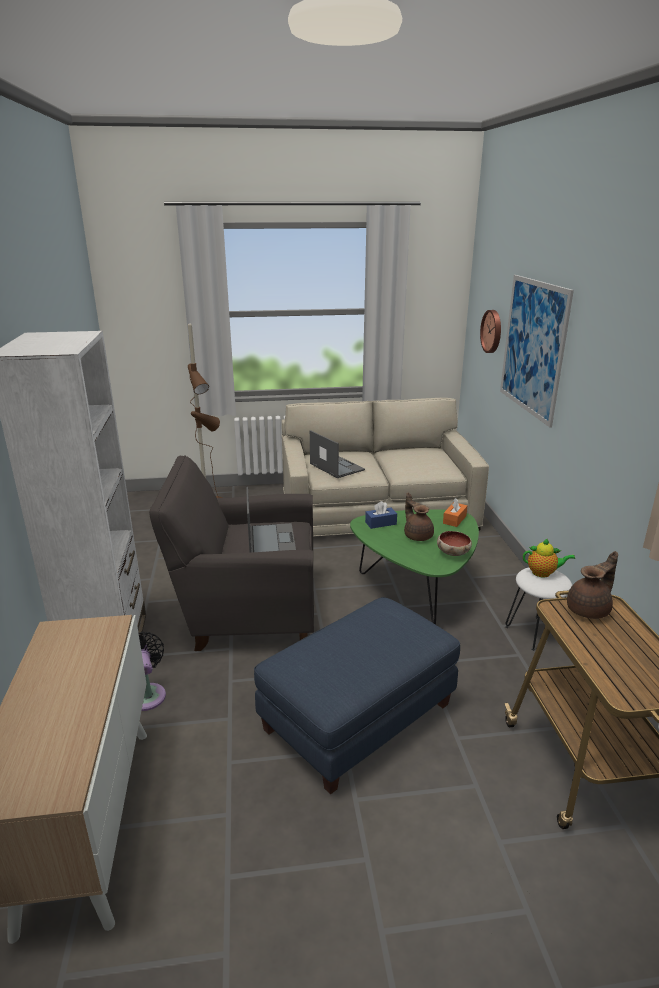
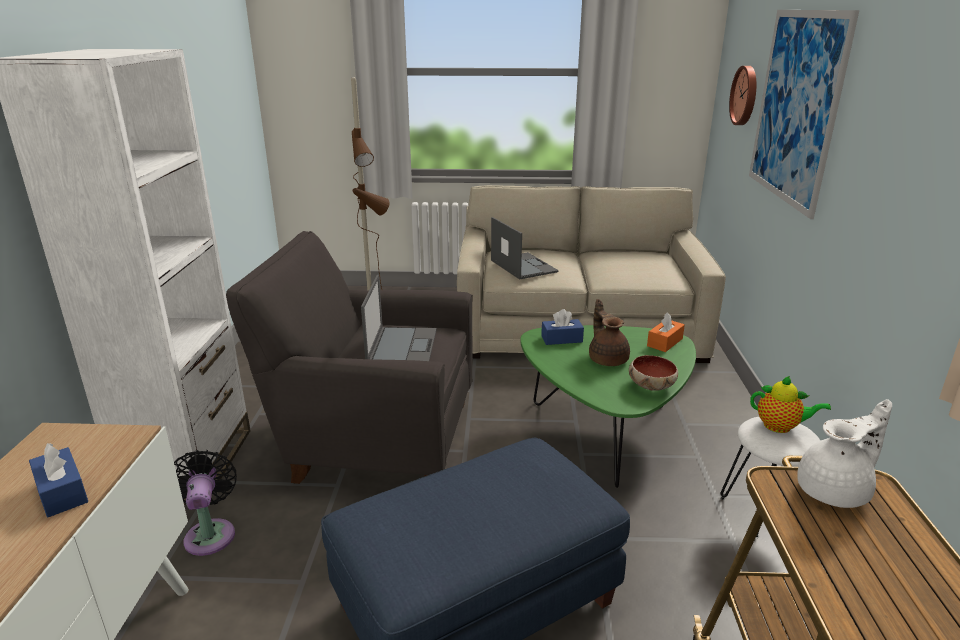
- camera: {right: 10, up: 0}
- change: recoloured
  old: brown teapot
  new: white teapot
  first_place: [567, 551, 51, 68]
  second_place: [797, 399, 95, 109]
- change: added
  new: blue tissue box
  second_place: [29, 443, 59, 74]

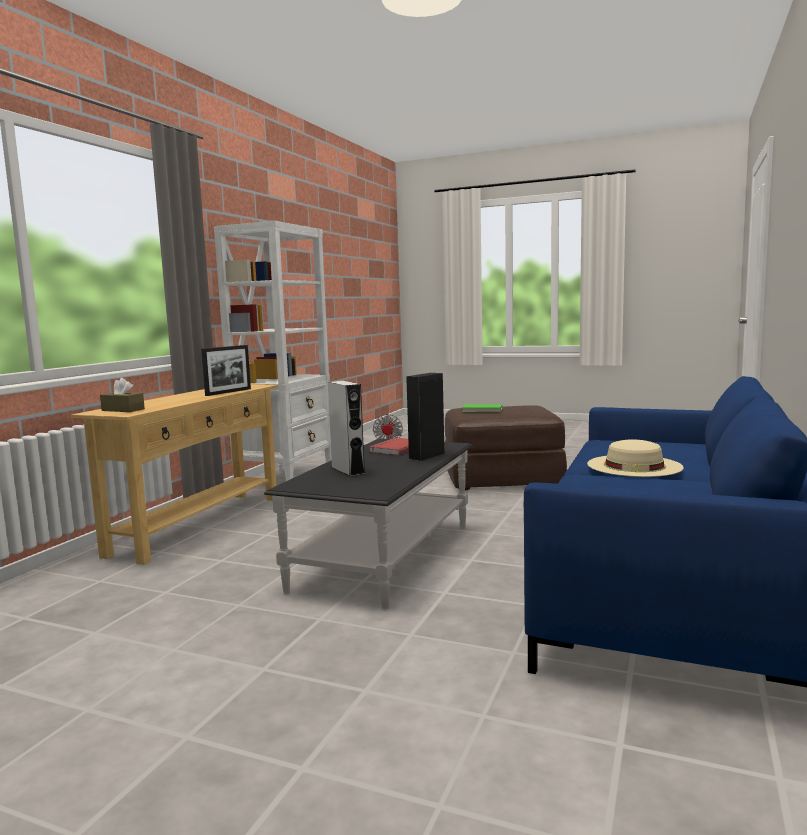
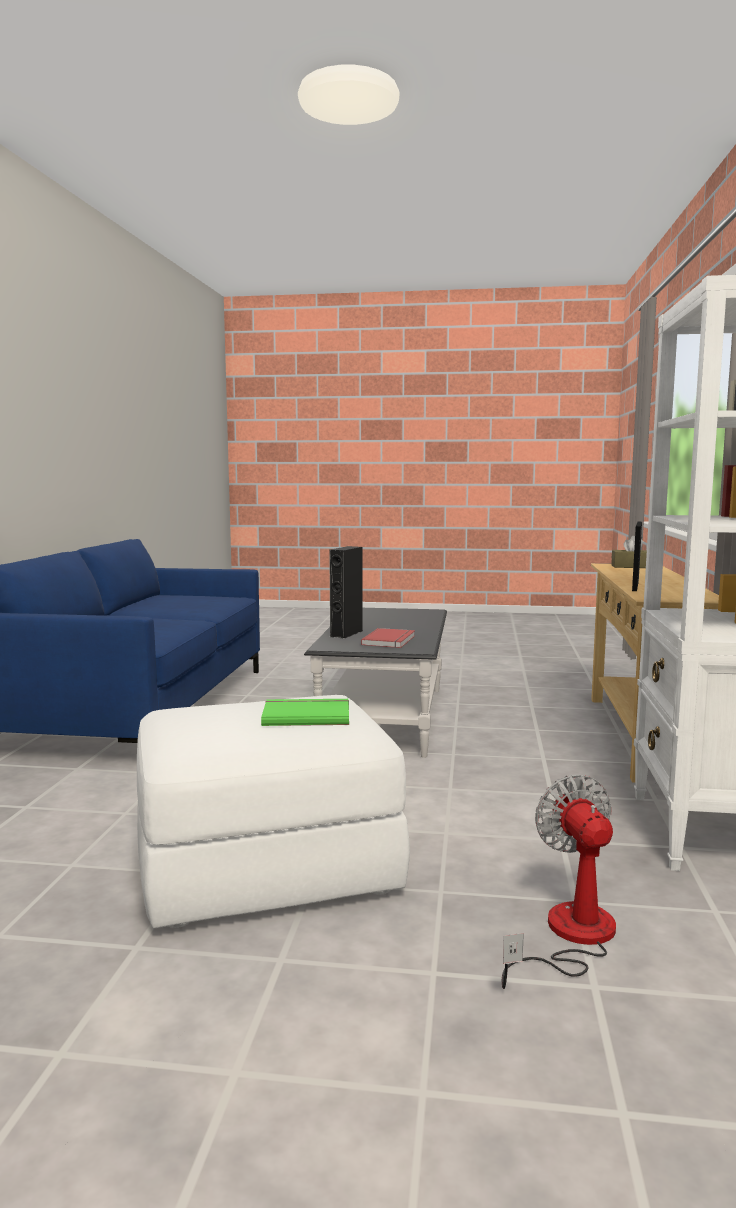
- camera: {right: 165, up: 0}
- change: removed
  old: grey speaker
  first_place: [328, 381, 37, 95]
- change: recoloured
  old: brown ottoman
  new: white ottoman
  first_place: [445, 405, 122, 85]
  second_place: [137, 695, 273, 233]
- change: removed
  old: beige hat
  first_place: [587, 439, 97, 38]

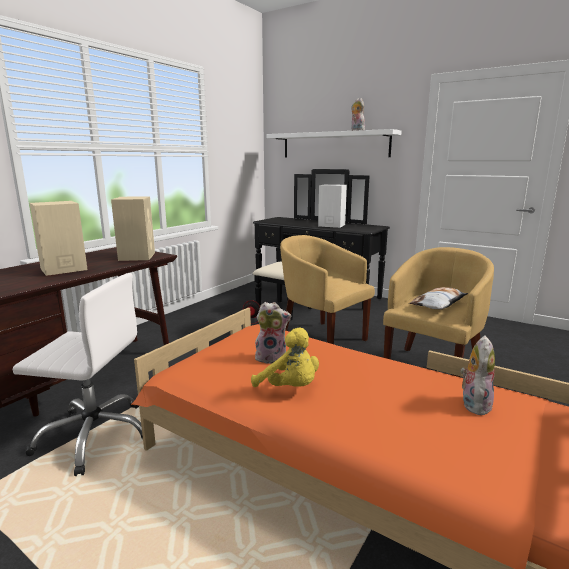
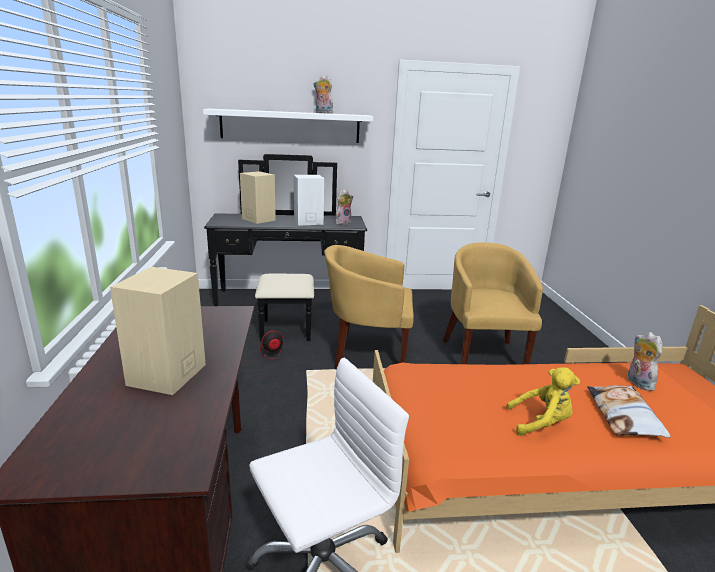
- camera: {right: -40, up: 5}
- change: moved
  old: beige speaker
  first_place: [111, 196, 44, 65]
  second_place: [240, 171, 36, 53]
- change: moved
  old: plush toy
  first_place: [254, 302, 37, 62]
  second_place: [335, 190, 18, 35]
- change: moved
  old: pillow
  first_place: [409, 287, 59, 22]
  second_place: [587, 386, 84, 52]

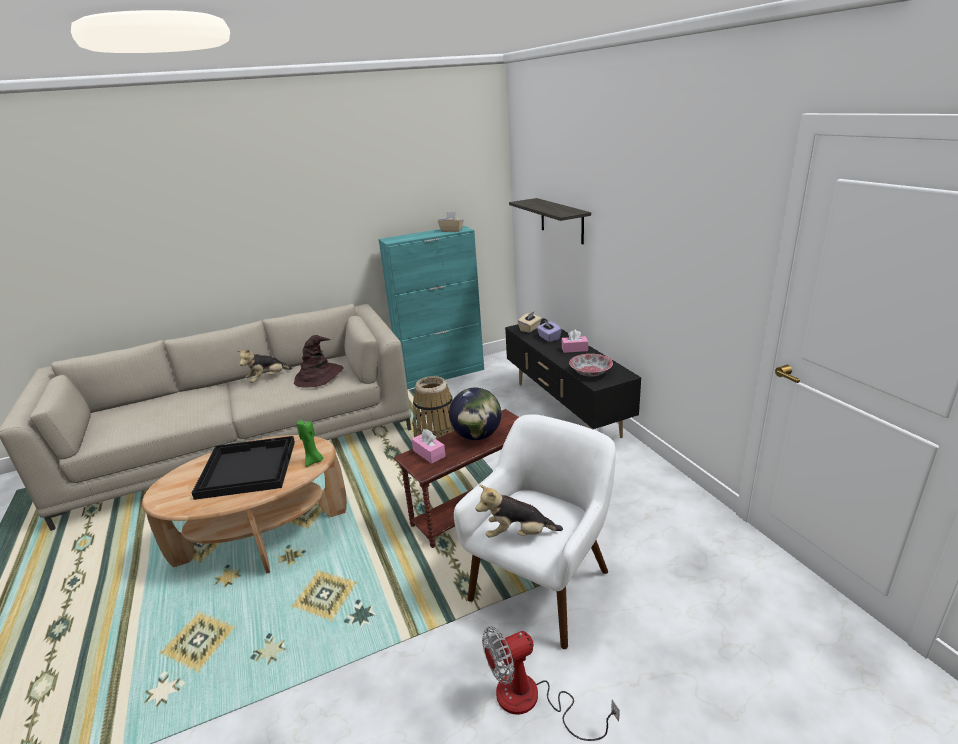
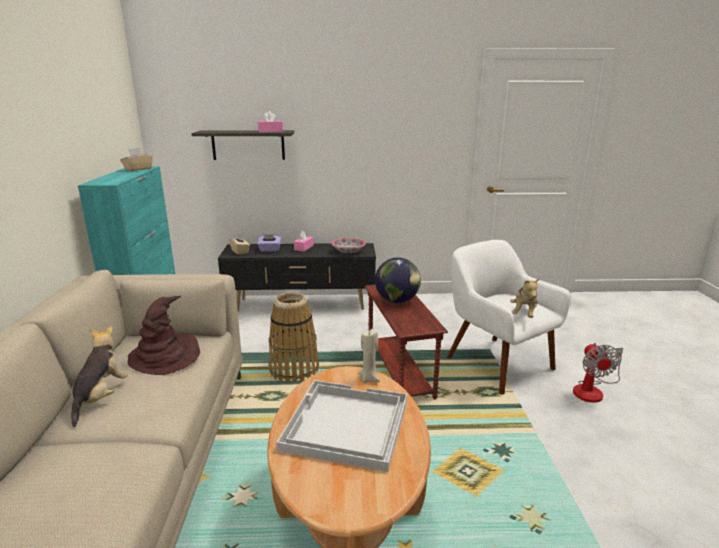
- camera: {right: -70, up: -5}
- change: recoloured
  old: black tray
  new: white tray
  first_place: [192, 436, 103, 64]
  second_place: [276, 380, 131, 92]
- change: turned
  old: plush toy
  first_place: [236, 349, 56, 34]
  second_place: [71, 326, 57, 101]
  degrees: -150
- change: recoloured
  old: green candle
  new: beige candle
  first_place: [297, 419, 26, 48]
  second_place: [358, 329, 22, 54]
- change: moved
  old: pink tissue box
  first_place: [412, 429, 34, 35]
  second_place: [258, 111, 25, 21]

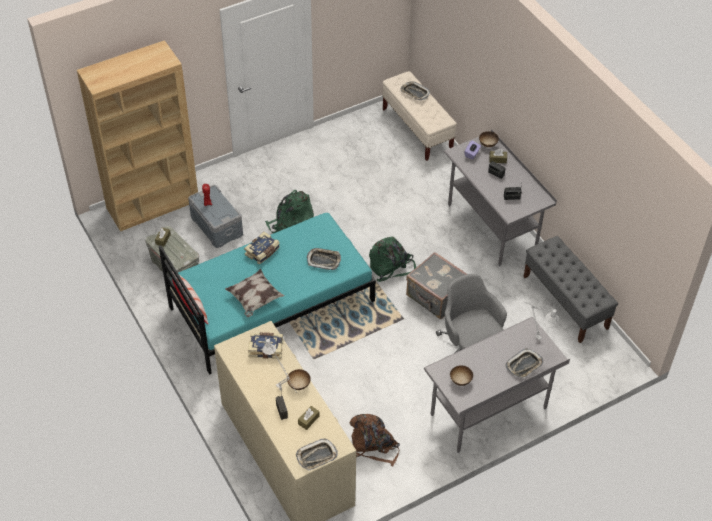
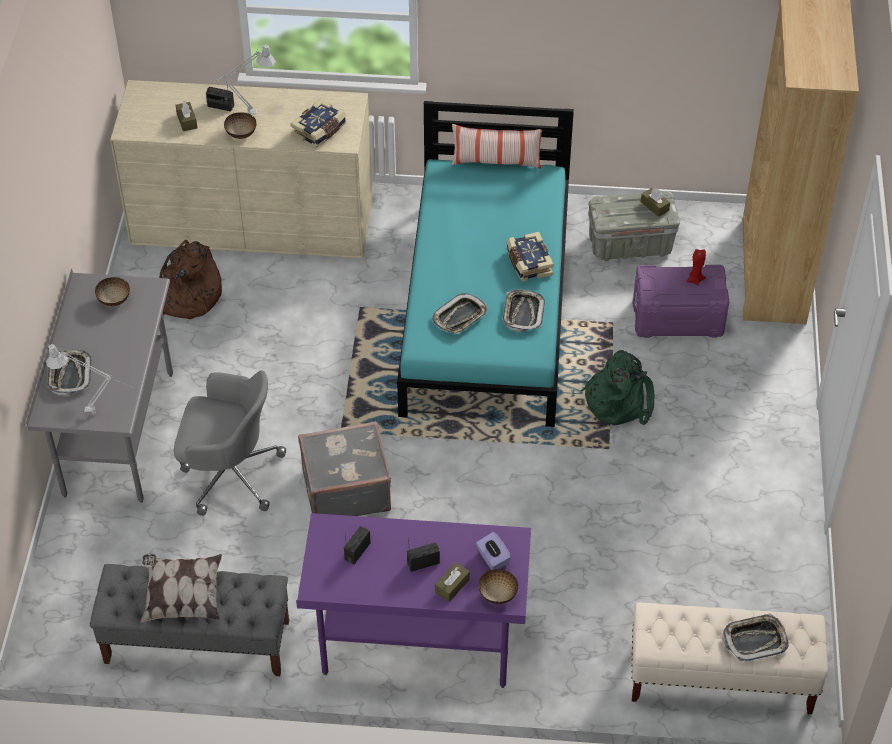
- camera: {right: 125, up: 0}
- change: recoloured
  old: grey storage box
  new: purple storage box
  first_place: [188, 185, 55, 63]
  second_place: [632, 265, 97, 73]
- change: moved
  old: pillow
  first_place: [225, 269, 59, 48]
  second_place: [140, 554, 82, 69]
- change: moved
  old: tray
  first_place: [296, 438, 42, 33]
  second_place: [503, 289, 42, 43]
- change: removed
  old: green backpack
  first_place: [369, 236, 47, 46]
- change: recoloured
  old: grey desk
  new: purple desk
  first_place: [444, 129, 113, 137]
  second_place: [296, 513, 235, 175]

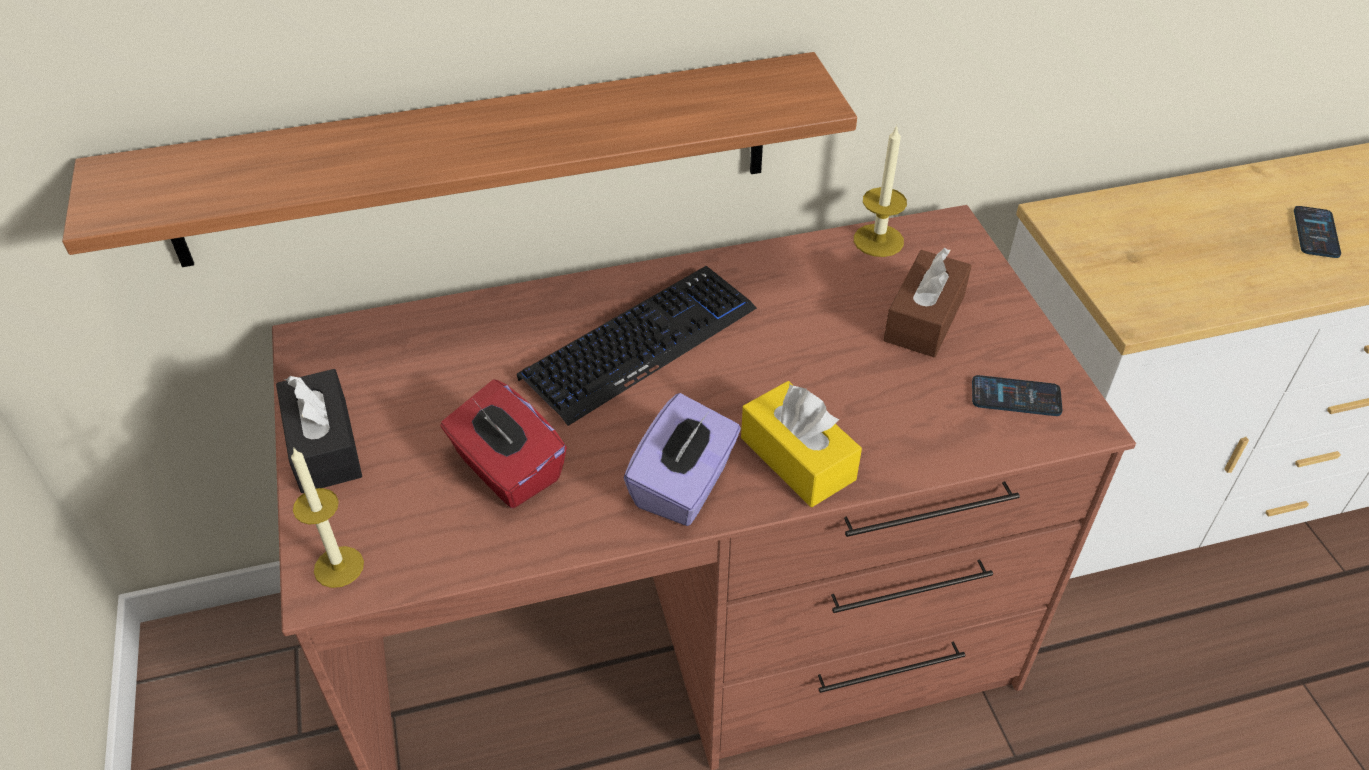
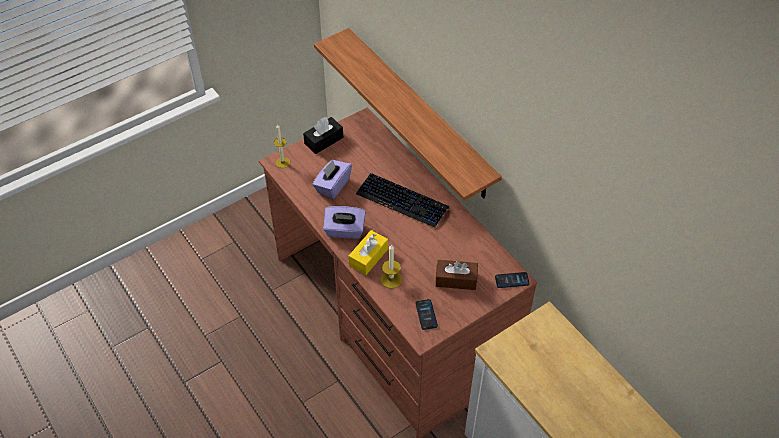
- camera: {right: 70, up: 5}
- change: recoloured
  old: red tissue box
  new: purple tissue box
  first_place: [440, 380, 127, 128]
  second_place: [312, 160, 40, 39]
- change: moved
  old: candle
  first_place: [854, 125, 53, 132]
  second_place: [381, 244, 21, 45]
- change: moved
  old: phone
  first_place: [1294, 206, 47, 52]
  second_place: [495, 272, 34, 16]

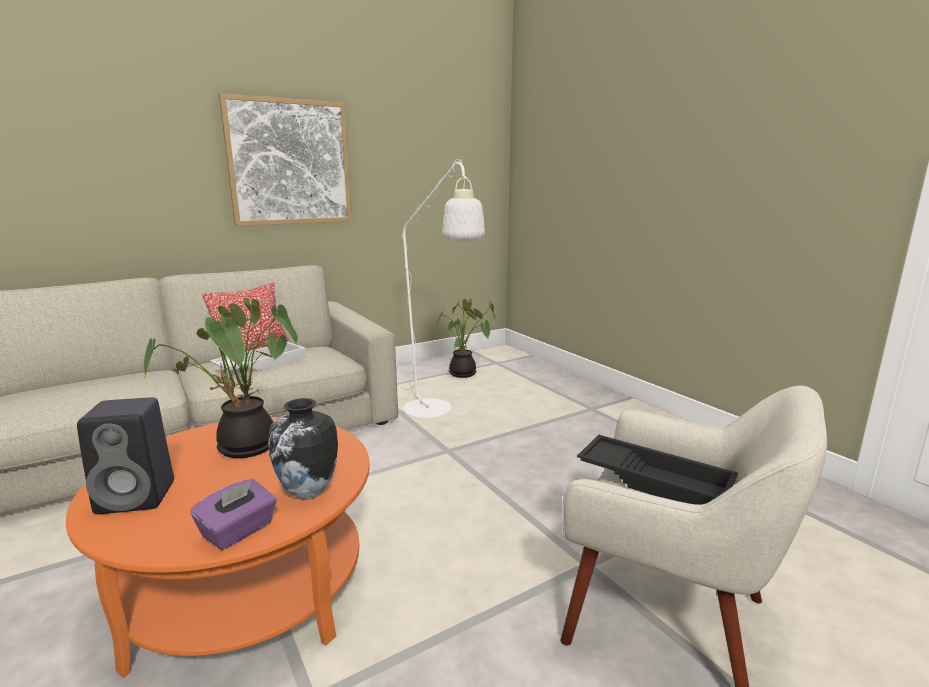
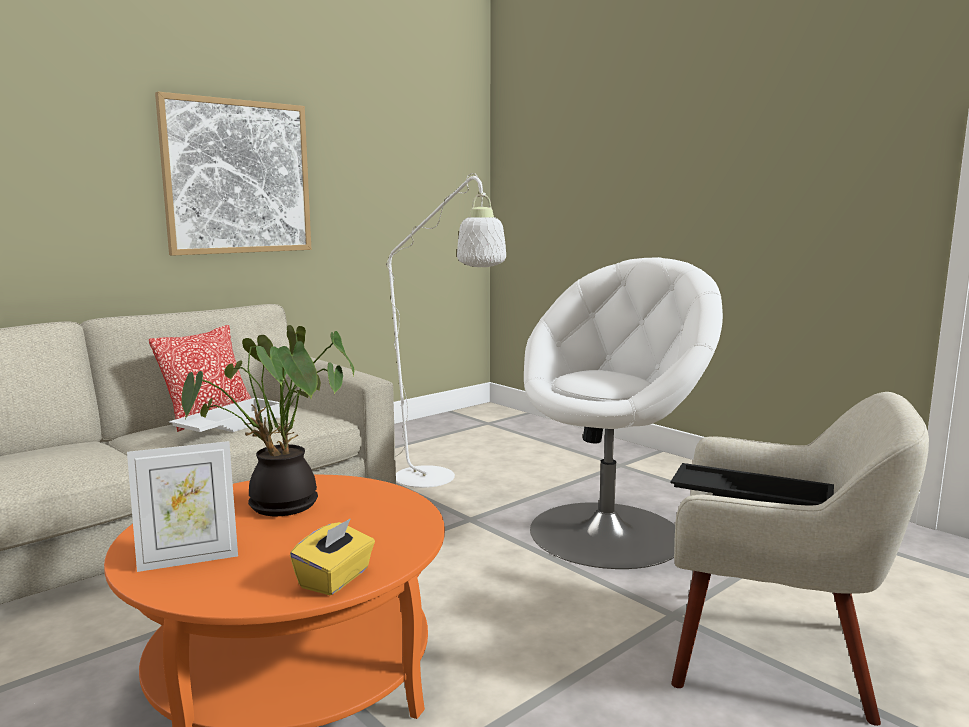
- camera: {right: -10, up: -5}
- change: replaced
  old: black speaker
  new: picture frame
  first_place: [77, 397, 97, 117]
  second_place: [127, 441, 111, 131]
- change: recoloured
  old: purple tissue box
  new: yellow tissue box
  first_place: [190, 479, 87, 71]
  second_place: [290, 518, 85, 77]
- change: removed
  old: vase
  first_place: [268, 398, 70, 102]
- change: removed
  old: potted plant
  first_place: [436, 298, 59, 80]
- change: added
  new: white armchair
  second_place: [524, 257, 199, 312]

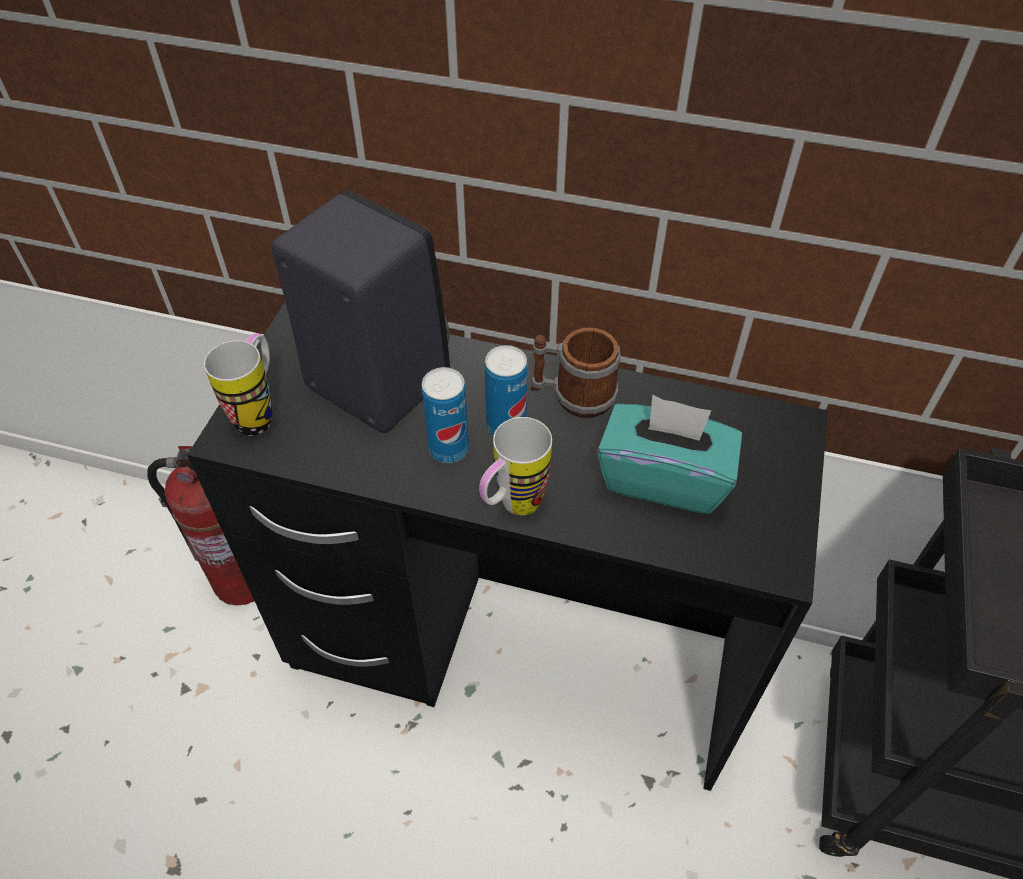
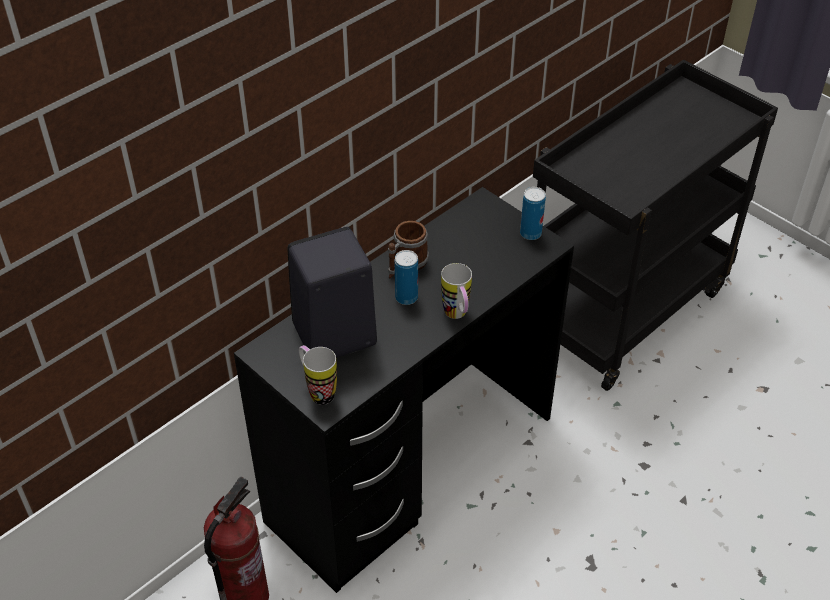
- camera: {right: -60, up: -5}
- change: moved
  old: can
  first_place: [422, 367, 47, 96]
  second_place: [520, 187, 26, 53]
- change: removed
  old: turquoise tissue box
  first_place: [597, 395, 145, 119]

